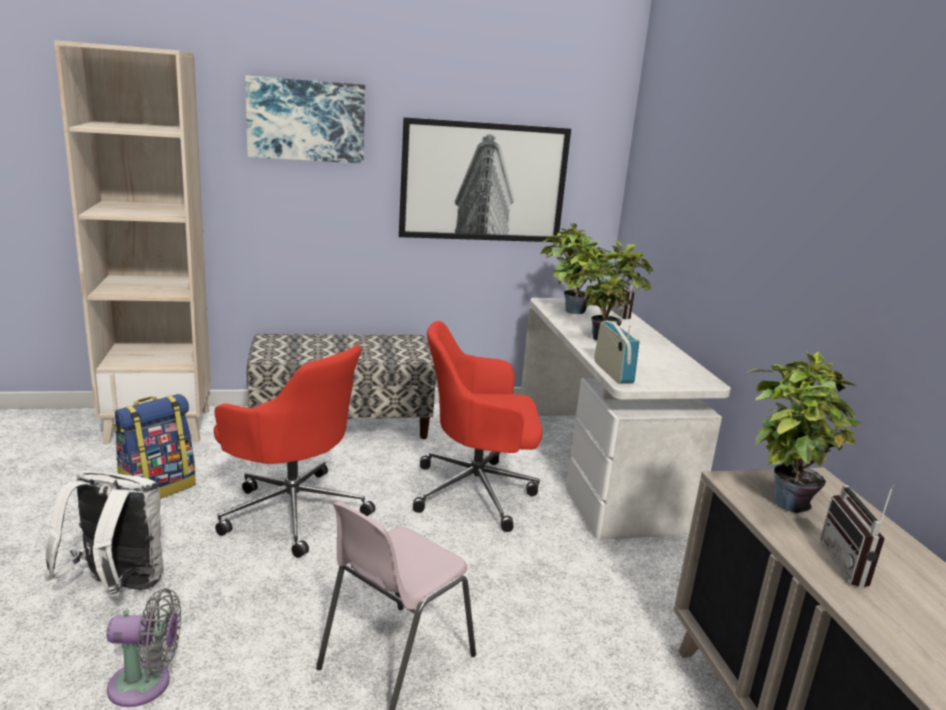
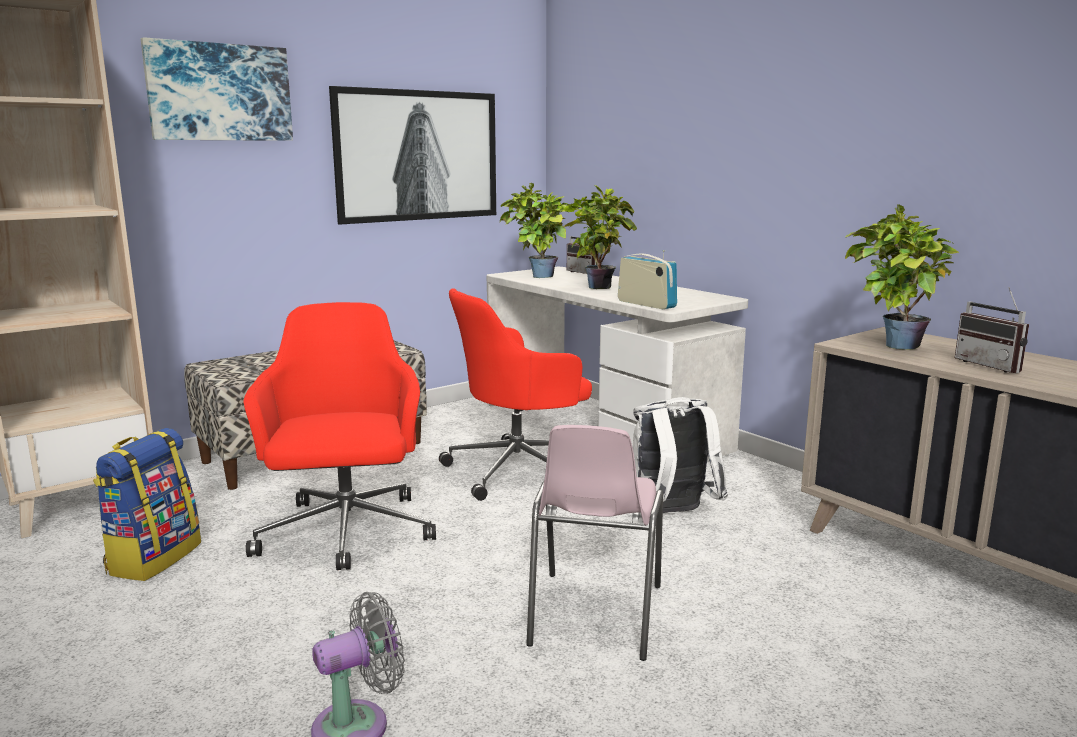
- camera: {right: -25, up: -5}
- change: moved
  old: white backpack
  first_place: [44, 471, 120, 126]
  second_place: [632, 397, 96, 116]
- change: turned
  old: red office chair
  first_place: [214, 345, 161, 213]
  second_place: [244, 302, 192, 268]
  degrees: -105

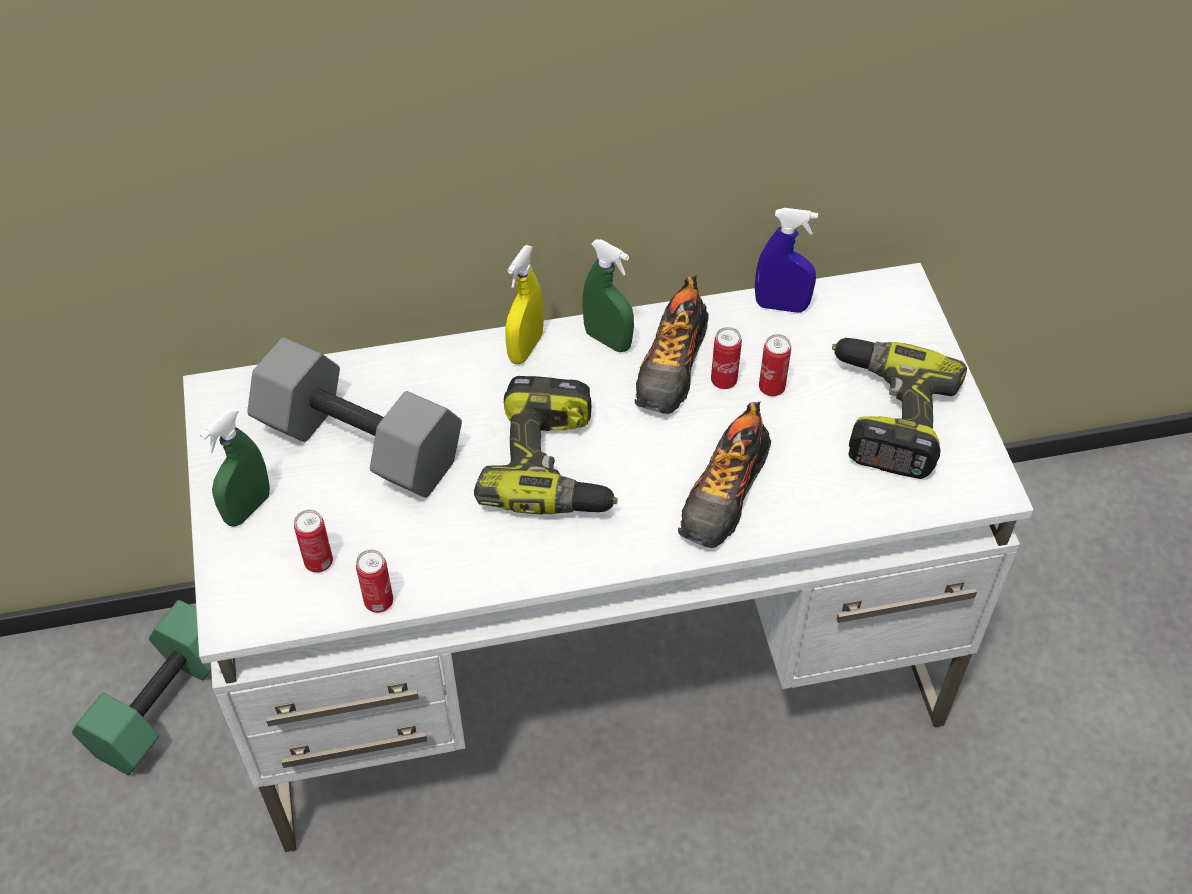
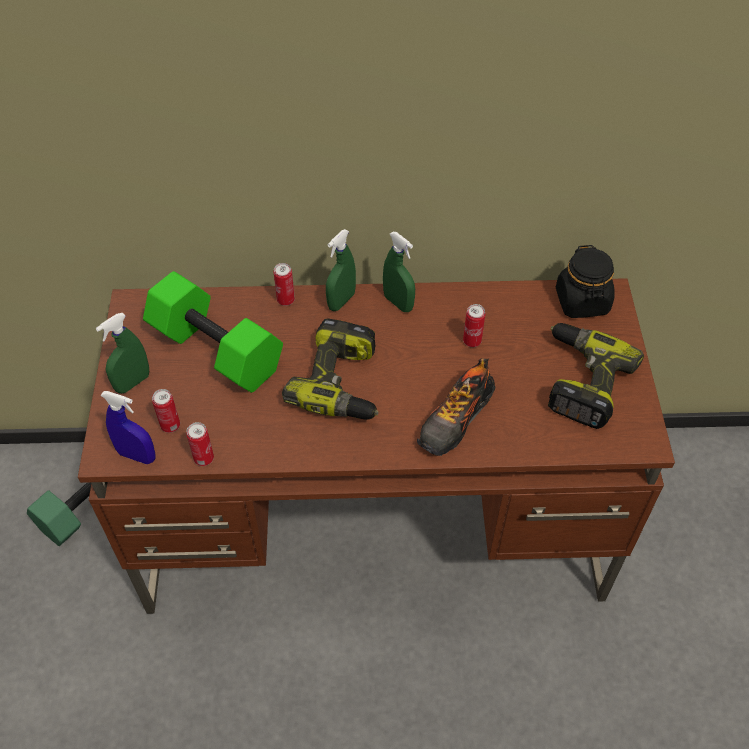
- camera: {right: 10, up: 0}
- change: recoloured
  old: white desk
  new: brown desk
  first_place: [183, 263, 851, 589]
  second_place: [78, 278, 597, 336]
- change: recoloured
  old: grey dumbbell
  new: green dumbbell
  first_place: [247, 337, 215, 161]
  second_place: [143, 271, 140, 122]
- change: recoloured
  old: yellow spray bottle
  new: green spray bottle
  first_place: [505, 245, 38, 119]
  second_place: [326, 229, 30, 82]
- change: removed
  old: shoe
  first_place: [635, 275, 74, 139]
- change: moved
  old: blue spray bottle
  first_place: [755, 208, 63, 105]
  second_place: [101, 391, 54, 73]
- change: moved
  old: can
  first_place: [759, 334, 32, 62]
  second_place: [274, 263, 21, 43]
- change: added
  new: black jar
  second_place: [556, 245, 59, 73]

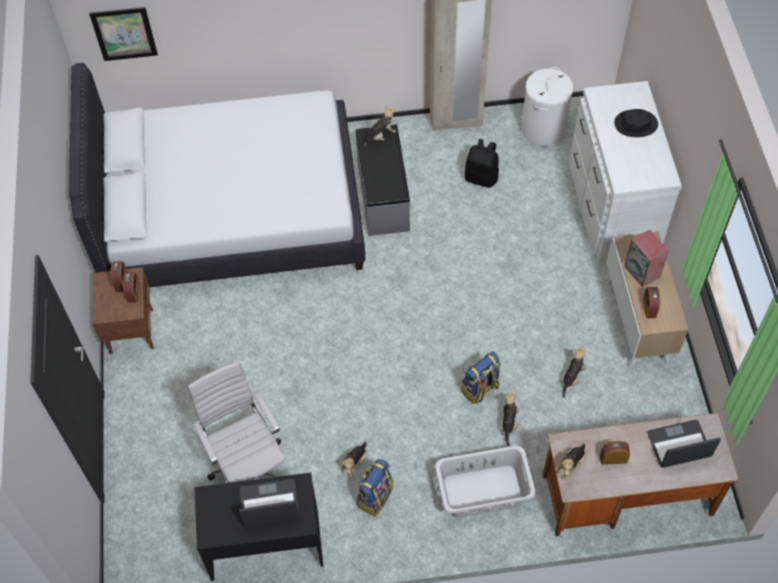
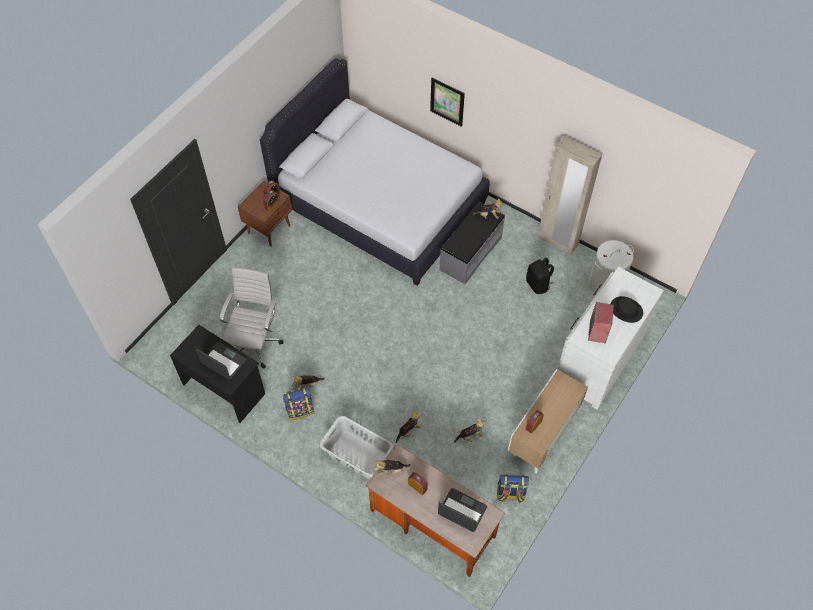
- camera: {right: 40, up: 0}
- change: moved
  old: picture
  first_place: [89, 7, 69, 54]
  second_place: [430, 77, 35, 50]
- change: moved
  old: backpack
  first_place: [461, 352, 40, 52]
  second_place: [497, 475, 32, 28]
- change: moved
  old: speaker
  first_place: [624, 229, 45, 58]
  second_place: [588, 302, 26, 41]

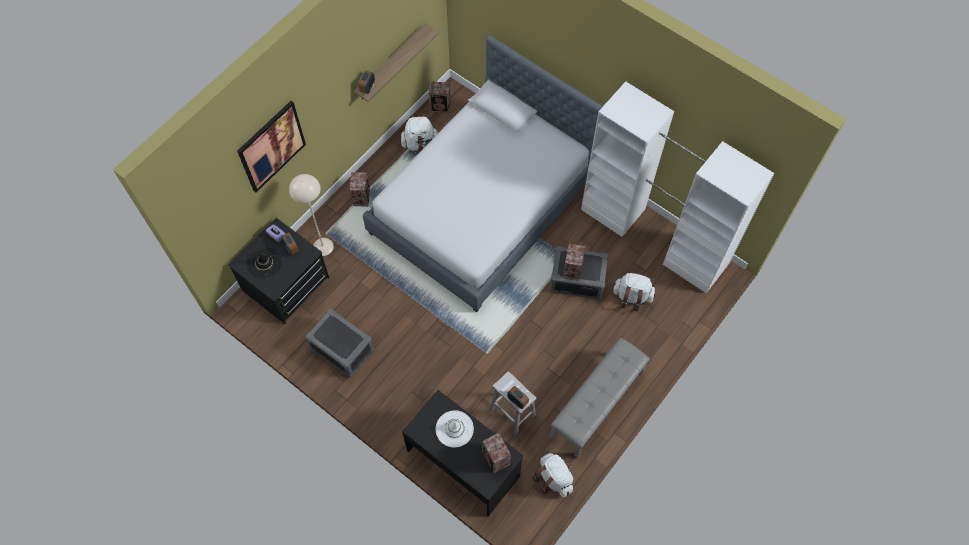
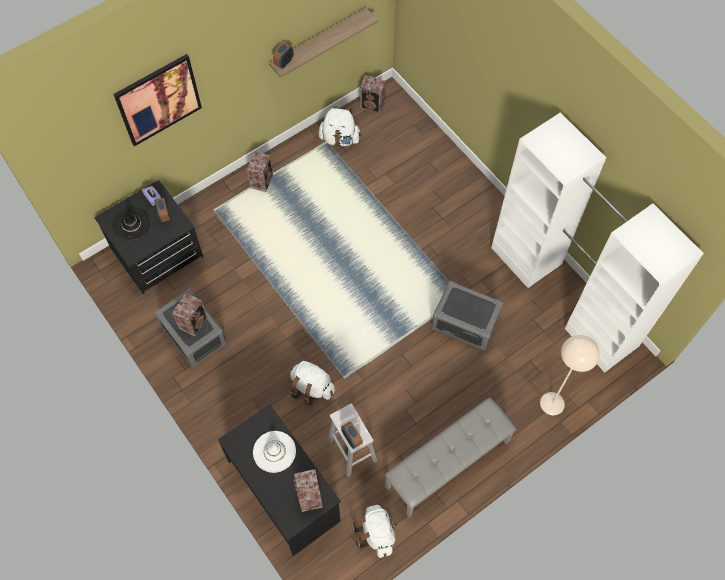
- camera: {right: 15, up: 0}
- change: moved
  old: beige floor lamp
  first_place: [289, 174, 45, 82]
  second_place: [540, 335, 60, 80]
- change: removed
  old: bed
  first_place: [363, 35, 240, 277]
- change: moved
  old: speaker
  first_place: [563, 243, 22, 38]
  second_place: [172, 293, 36, 44]
- change: moved
  old: white backpack
  first_place: [613, 273, 42, 38]
  second_place: [290, 361, 45, 45]

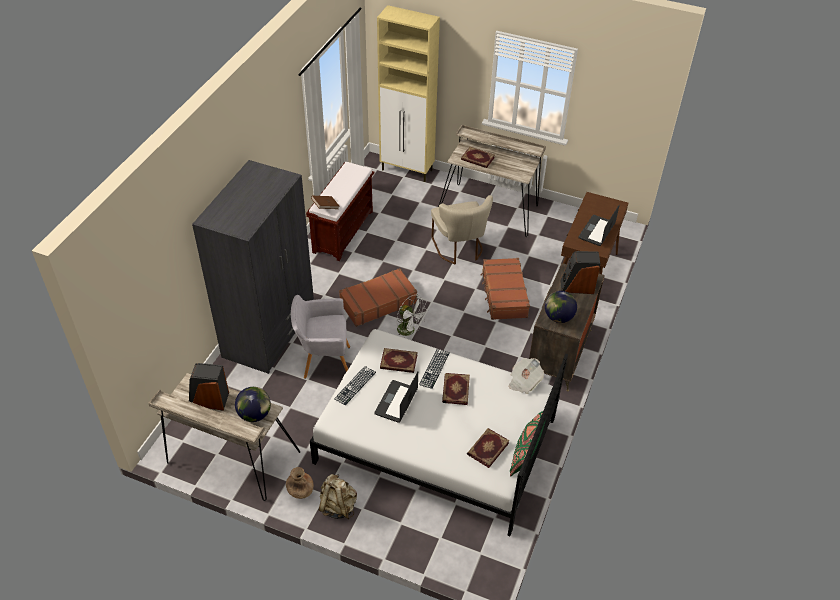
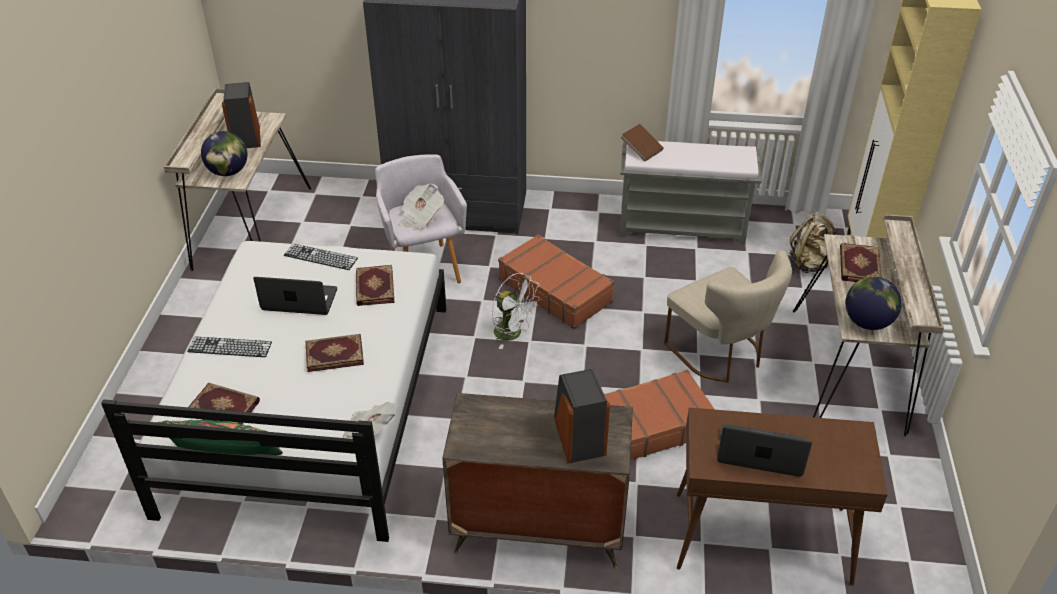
- camera: {right: 75, up: -5}
- change: removed
  old: brown vase
  first_place: [286, 467, 27, 32]
- change: recoloured
  old: brown bench
  new: grey bench
  first_place: [306, 162, 69, 99]
  second_place: [620, 140, 142, 105]
- change: moved
  old: beige backpack
  first_place: [318, 474, 39, 46]
  second_place: [790, 211, 48, 62]
- change: turned
  old: white fan
  first_place: [396, 294, 32, 42]
  second_place: [492, 273, 50, 76]
  degrees: -75
- change: moved
  old: keyboard
  first_place: [419, 349, 31, 40]
  second_place: [187, 336, 85, 21]
- change: turned
  old: beige chair
  first_place: [431, 195, 62, 69]
  second_place: [664, 251, 128, 132]
  degrees: -90
- change: moved
  old: globe
  first_place: [545, 291, 32, 32]
  second_place: [845, 277, 57, 53]
- change: added
  new: newspaper
  second_place: [399, 184, 45, 45]

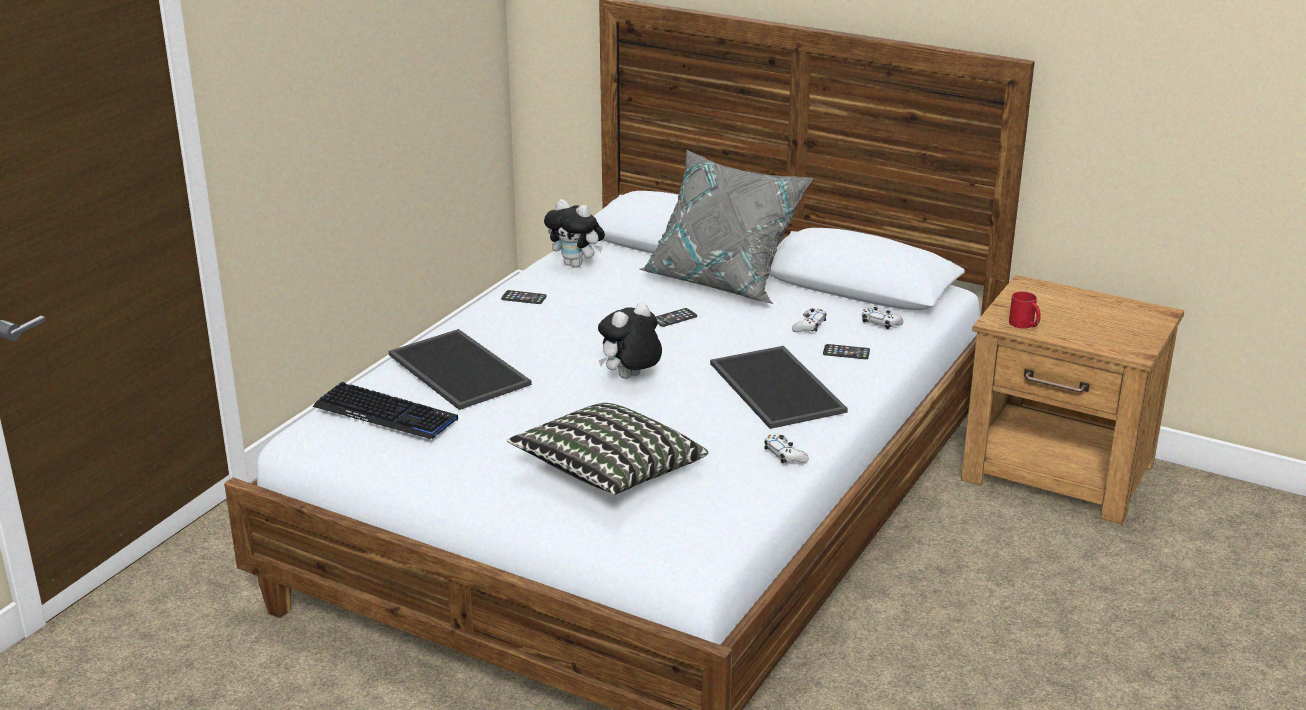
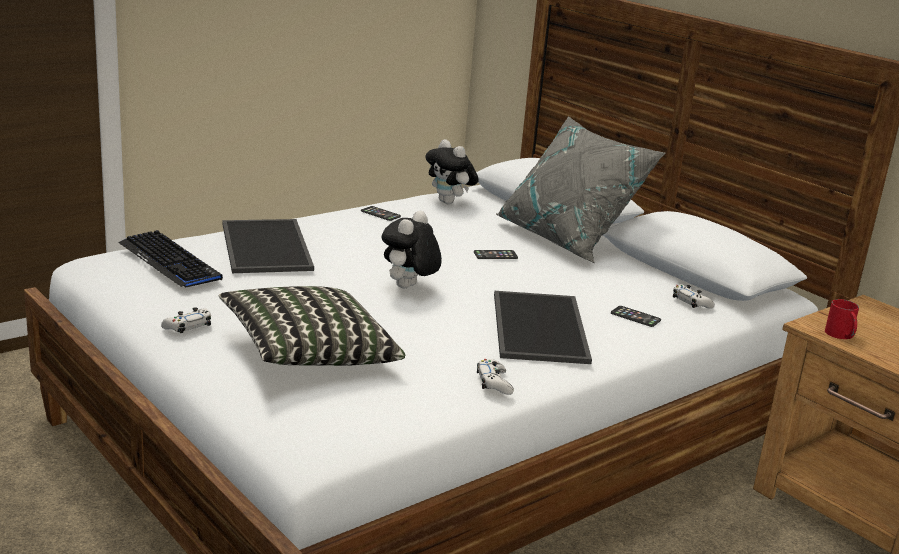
- camera: {right: 20, up: -5}
- change: turned
  old: plush toy
  first_place: [598, 302, 64, 77]
  second_place: [382, 211, 60, 78]
  degrees: -45
- change: moved
  old: white game controller
  first_place: [792, 308, 35, 24]
  second_place: [161, 307, 50, 26]

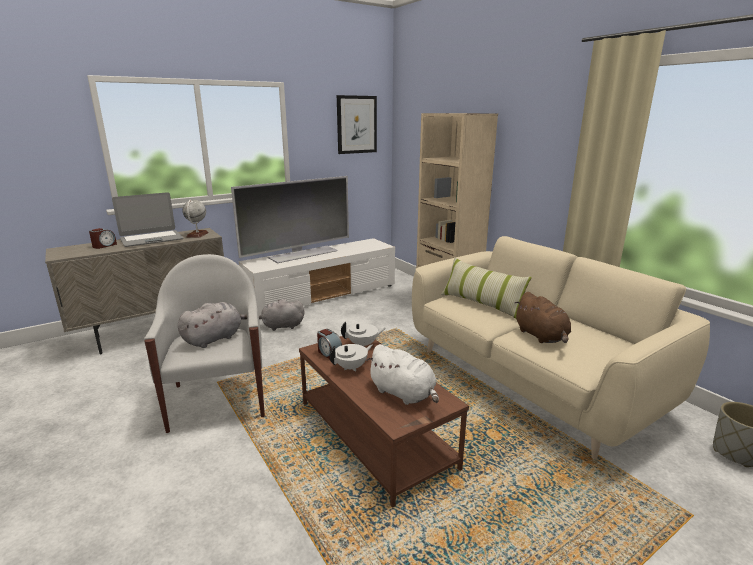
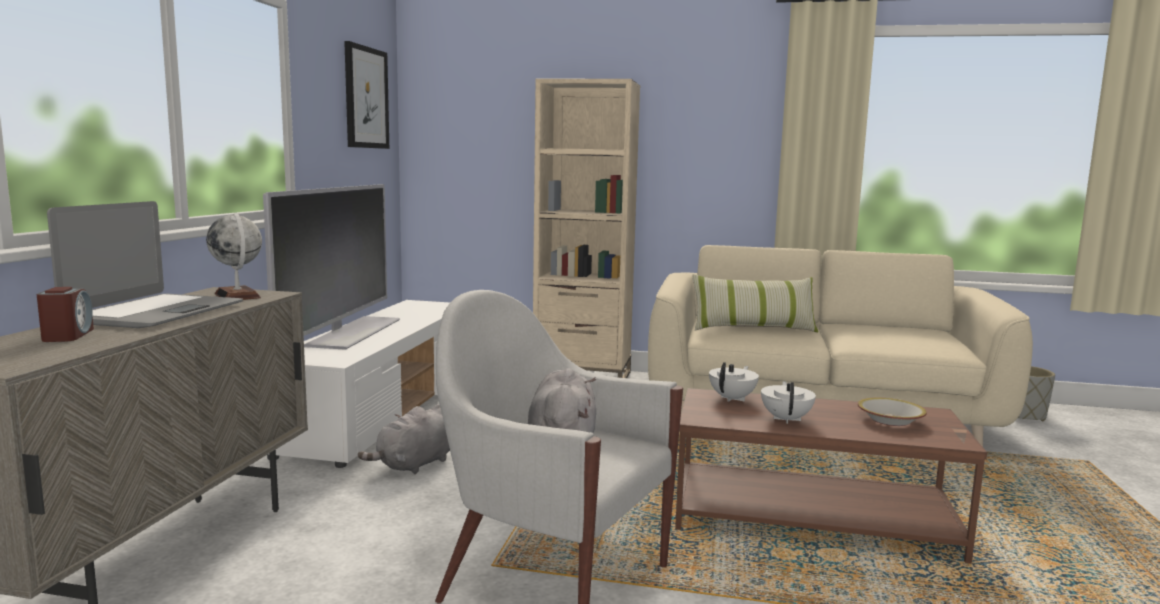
- camera: {right: -45, up: -10}
- change: removed
  old: alarm clock
  first_place: [317, 329, 25, 30]
- change: replaced
  old: white plush toy
  new: bowl
  first_place: [366, 344, 73, 61]
  second_place: [858, 398, 69, 28]
- change: removed
  old: brown plush toy
  first_place: [514, 292, 57, 51]

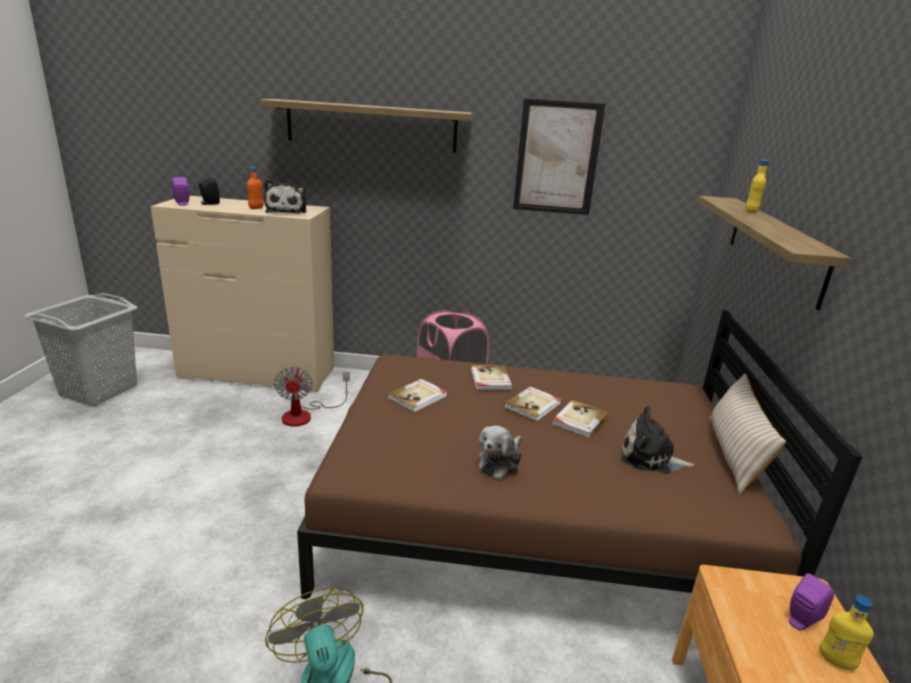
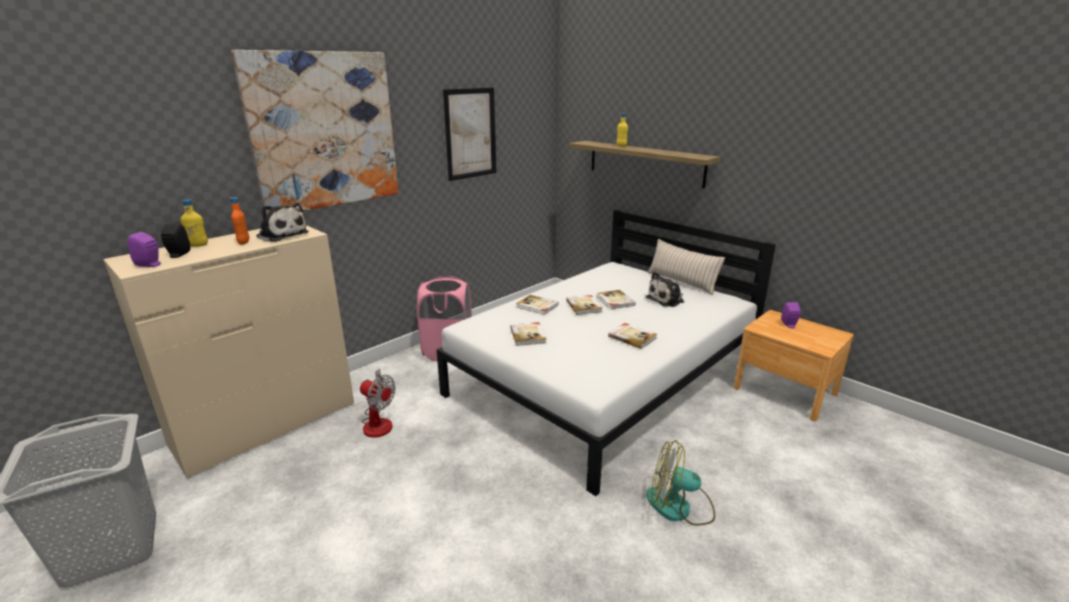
- camera: {right: -50, up: 0}
- change: replaced
  old: shelf
  new: picture
  first_place: [259, 99, 214, 54]
  second_place: [231, 50, 168, 161]
- change: recoloured
  old: brown bed
  new: white bed
  first_place: [297, 310, 565, 289]
  second_place: [436, 210, 340, 286]
- change: replaced
  old: plush toy
  new: book
  first_place: [478, 426, 44, 54]
  second_place: [608, 323, 49, 26]
- change: moved
  old: yellow bottle
  first_place: [819, 595, 55, 75]
  second_place: [180, 199, 28, 48]

